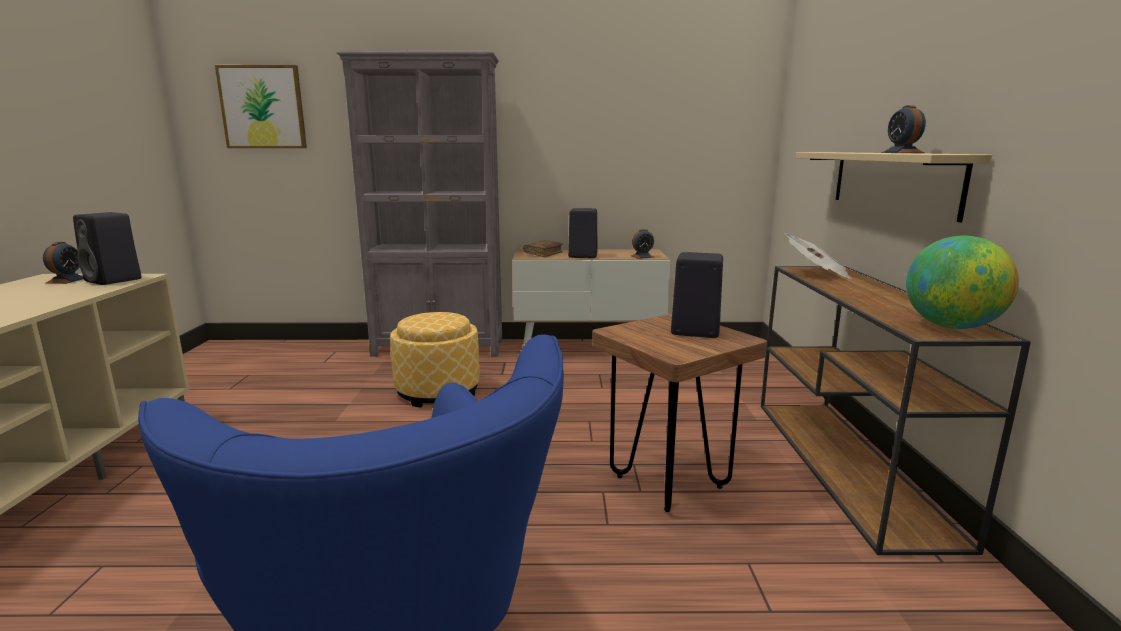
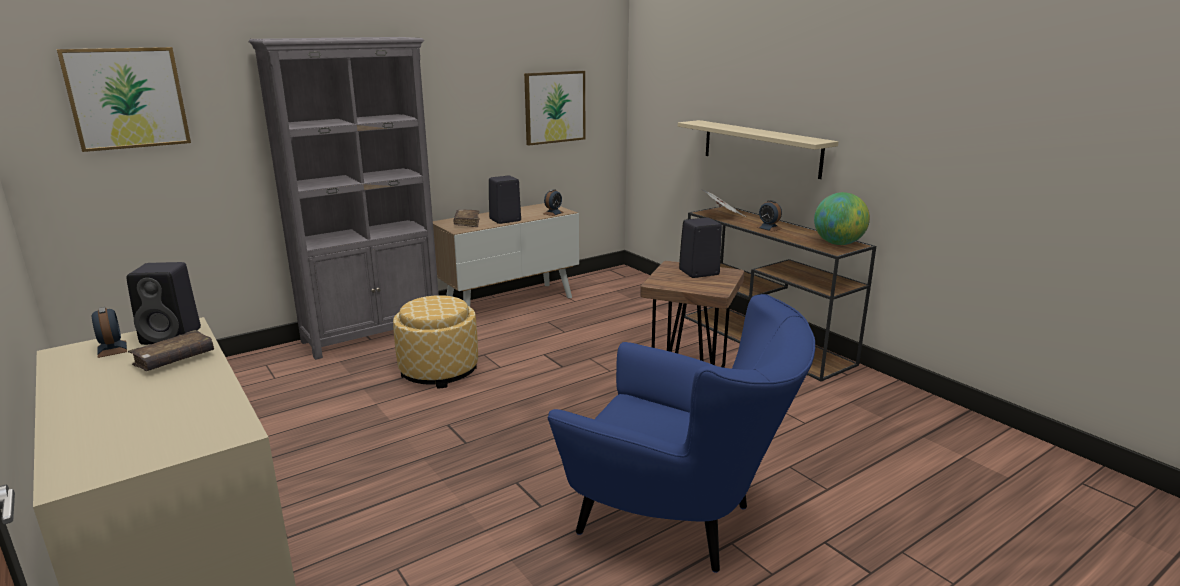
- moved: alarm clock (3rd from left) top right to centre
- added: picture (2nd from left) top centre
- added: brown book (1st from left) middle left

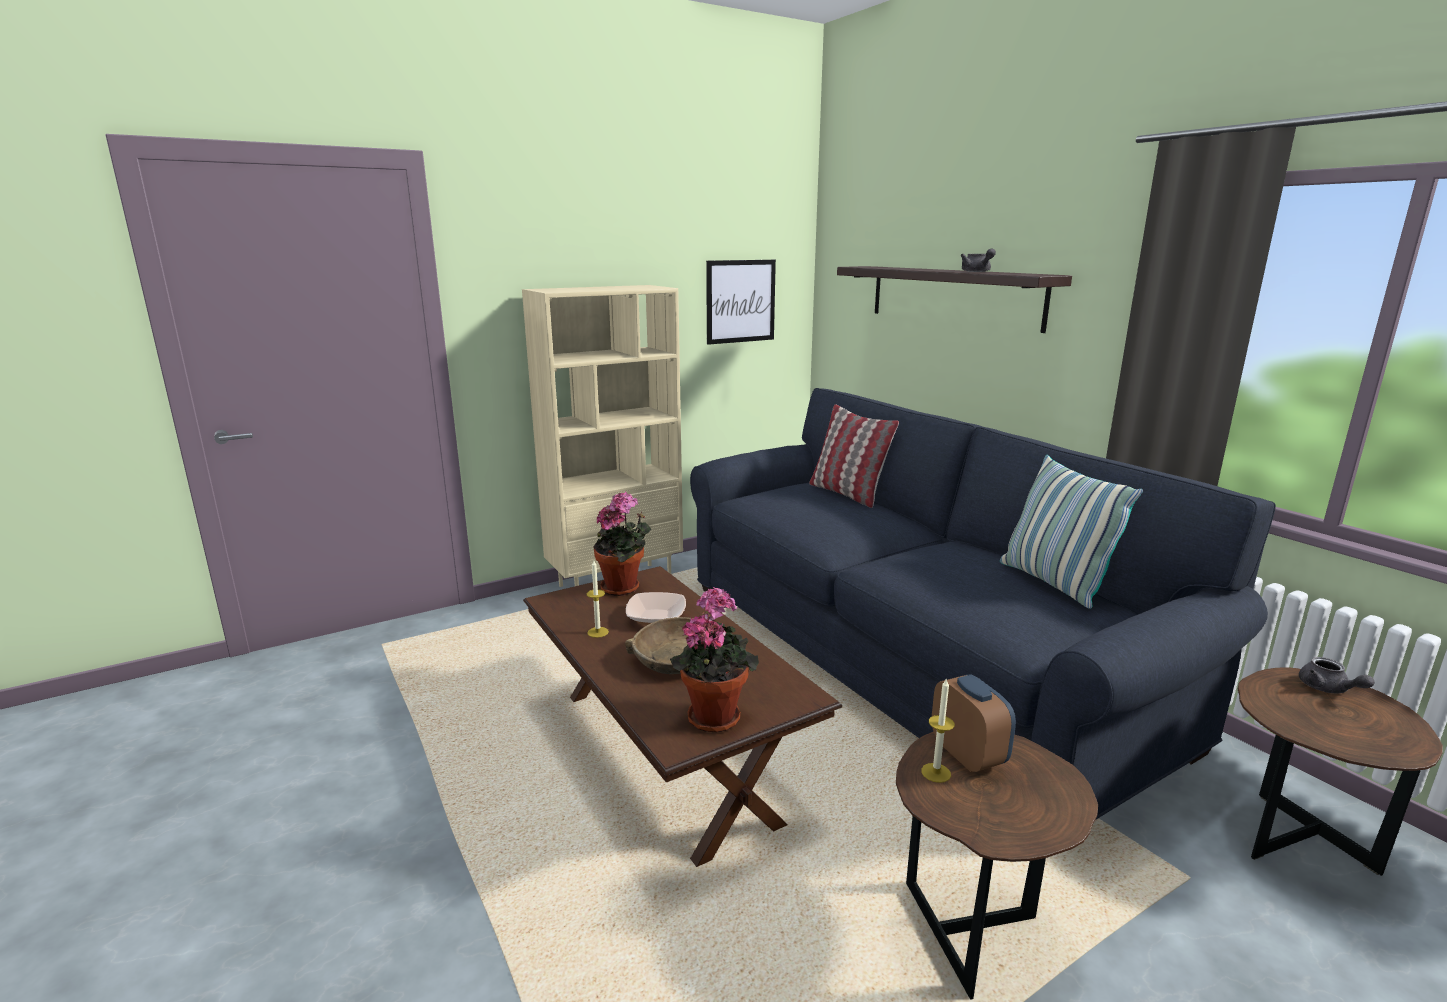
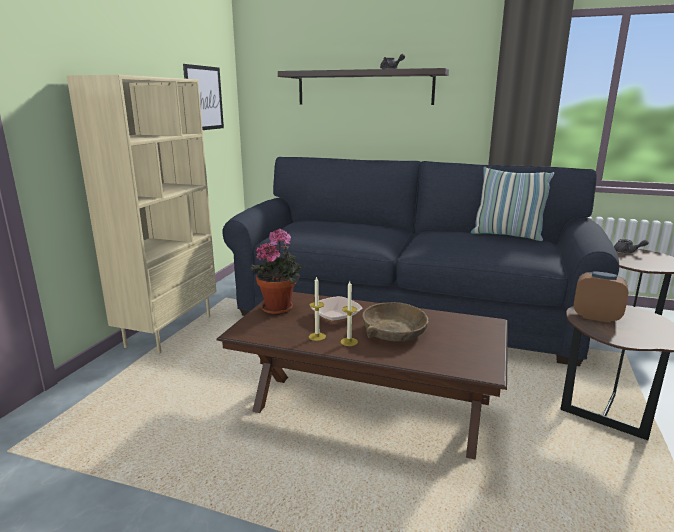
- removed: pillow (1st from left) centre
- removed: potted plant (2nd from left) centre
- moved: candle (2nd from left) bottom centre to centre

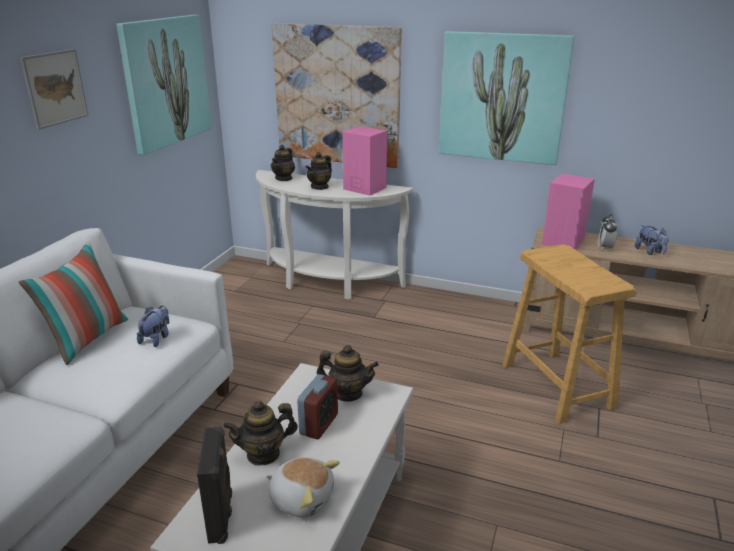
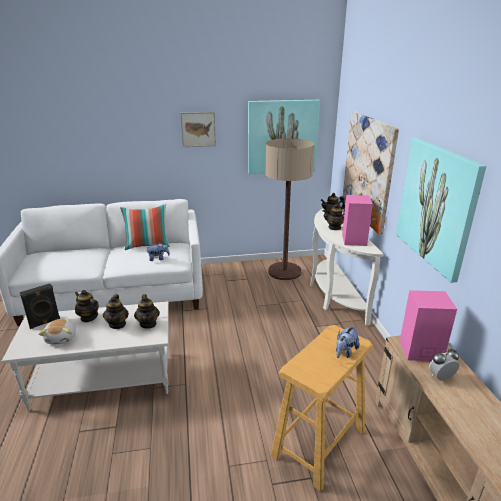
- moved: plush toy (3rd from left) middle right to bottom right
- replaced: alarm clock (1st from left) bottom centre to teapot (2nd from left) middle left
- added: floor lamp centre

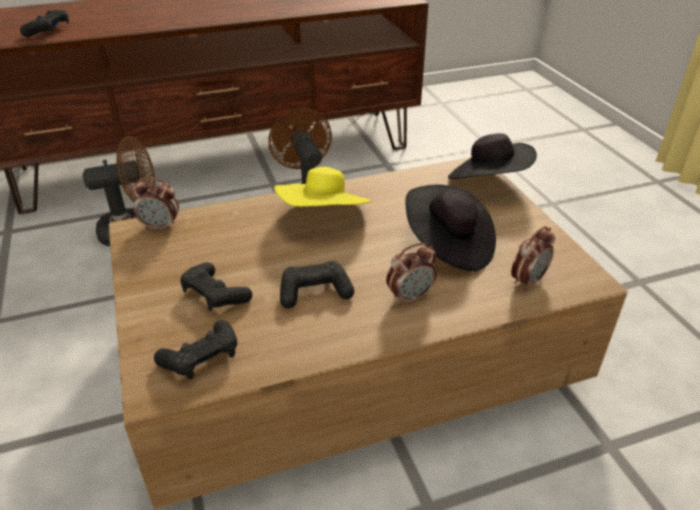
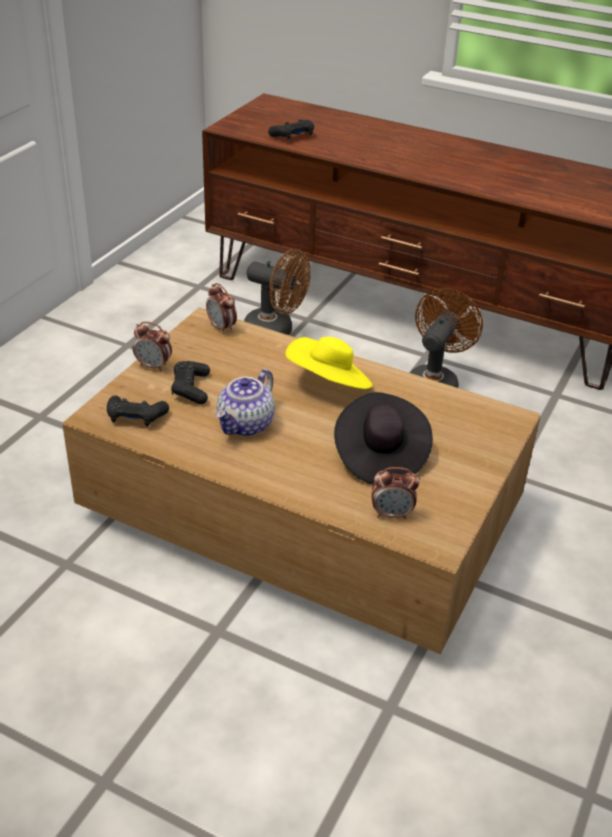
- removed: black hat (2nd from left) top right
- moved: alarm clock (2nd from left in the first image) centre to alarm clock (1st from left) middle left
- replaced: black game controller (4th from left) centre to teapot centre

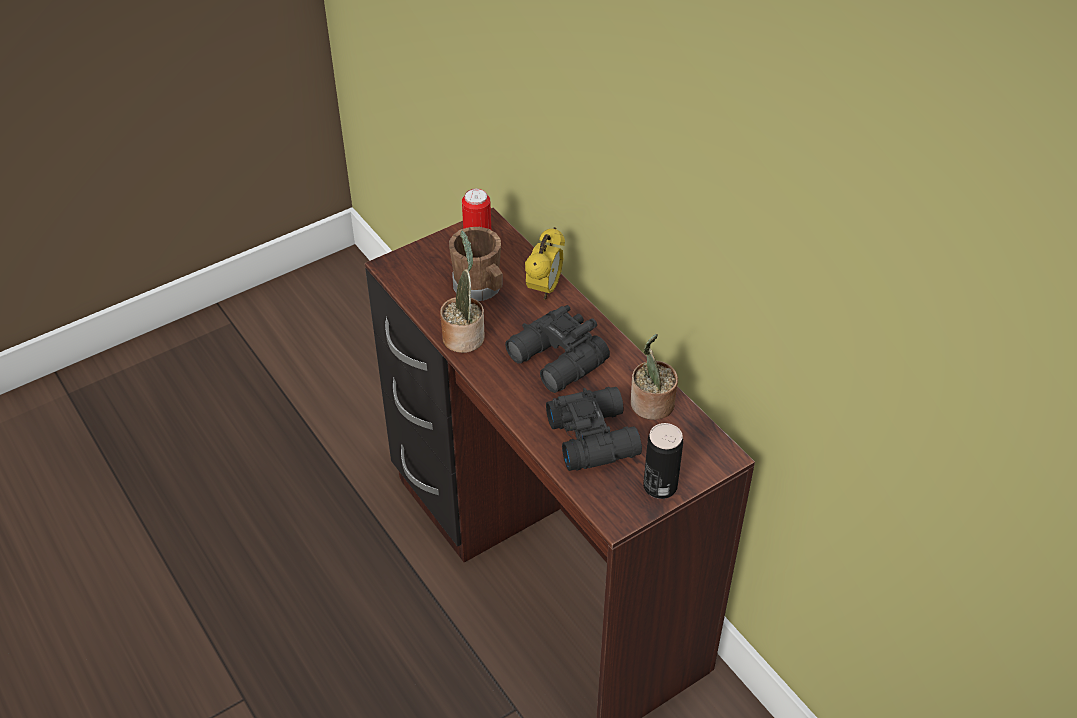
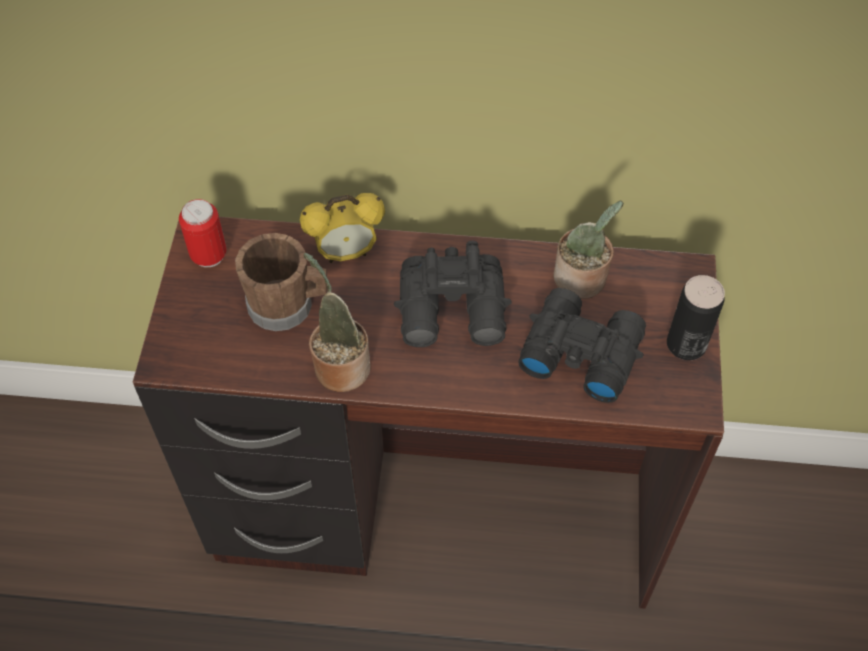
- turned: alarm clock centre = centre 105 degrees clockwise

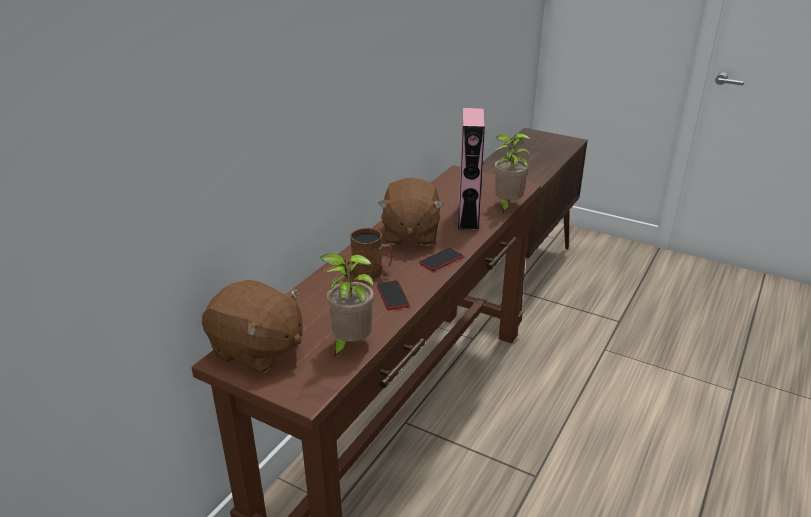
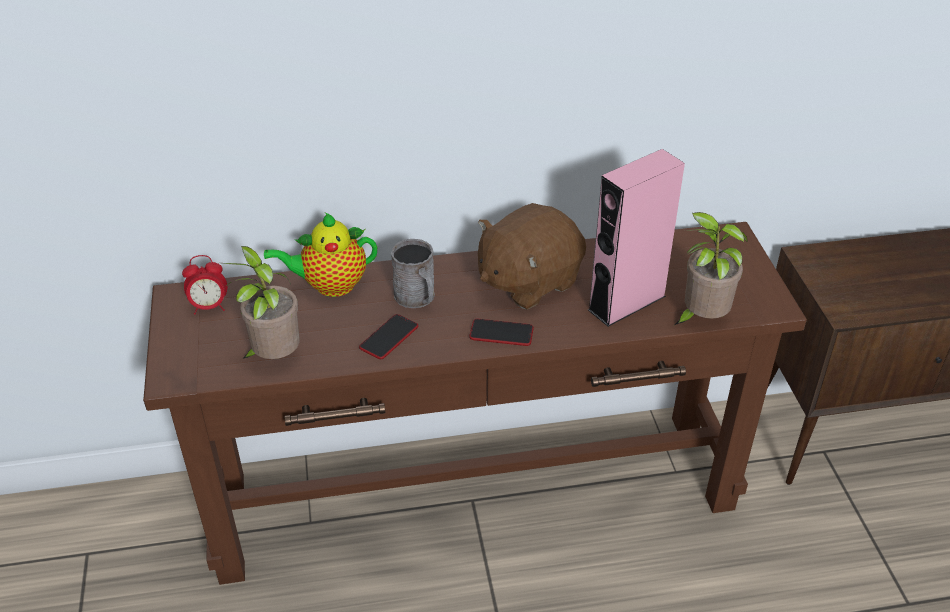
- recoloured: brown mug centre to grey mug centre
- replaced: brown plush toy (1st from left) middle left to alarm clock middle left
- added: teapot centre

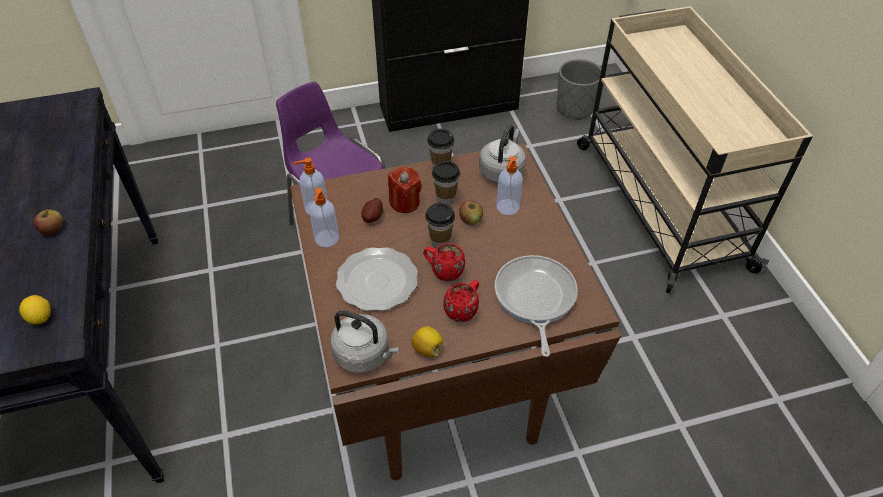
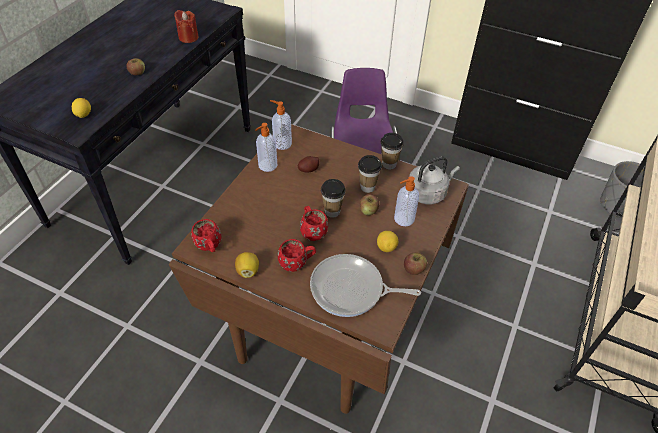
- moved: red candle centre to top left
- removed: plate centre
- turned: frying pan centre = centre 120 degrees counterclockwise
- replaced: grey kettle (1st from left) bottom centre to red mug (1st from left) middle left
- added: lemon (3rd from left) centre
- added: apple (3rd from left) centre

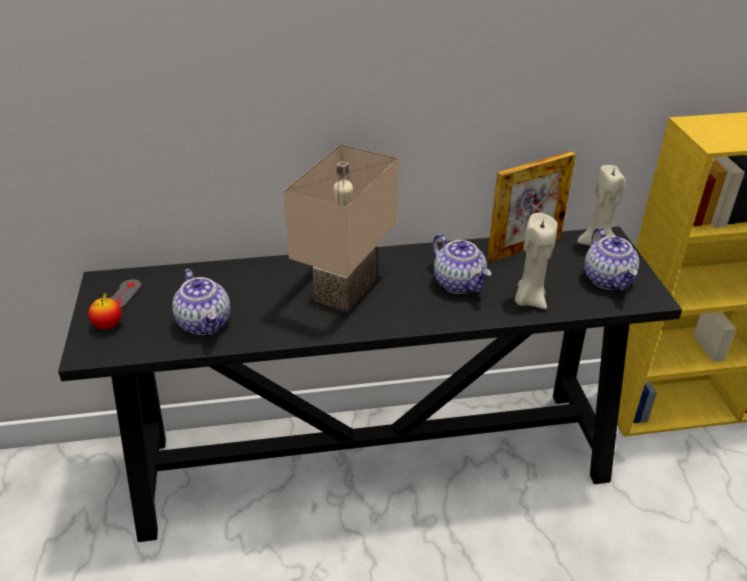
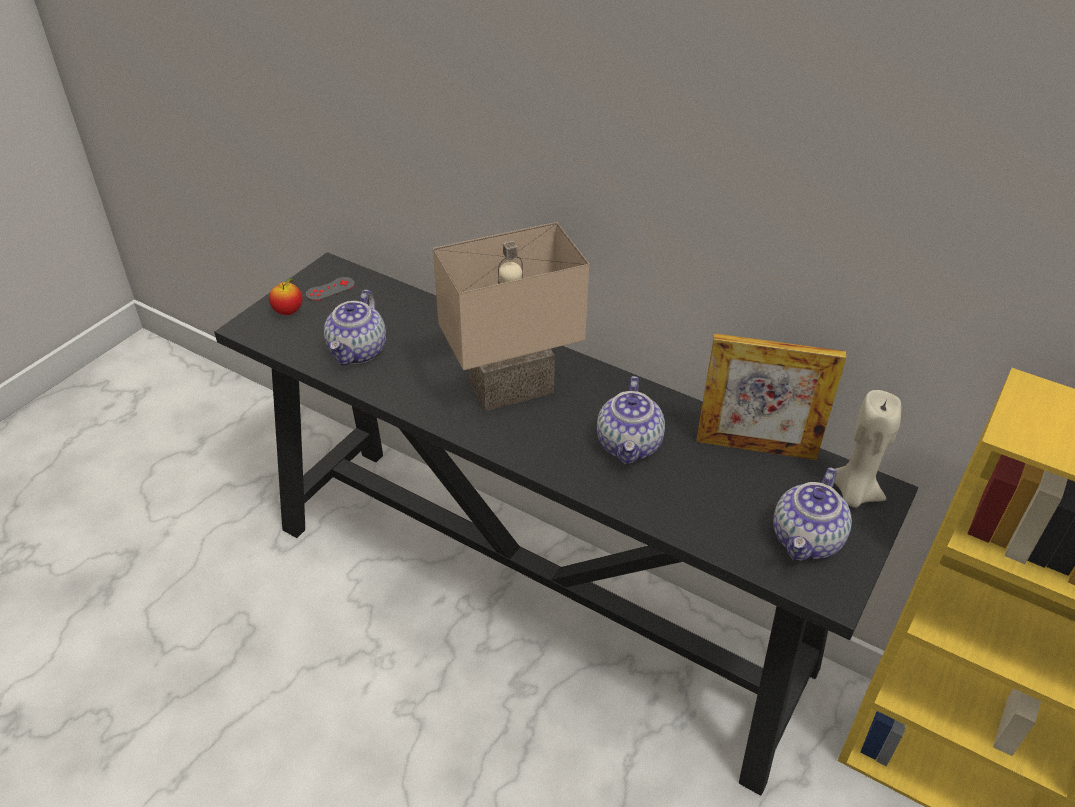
- removed: beige candle (1st from left) middle right

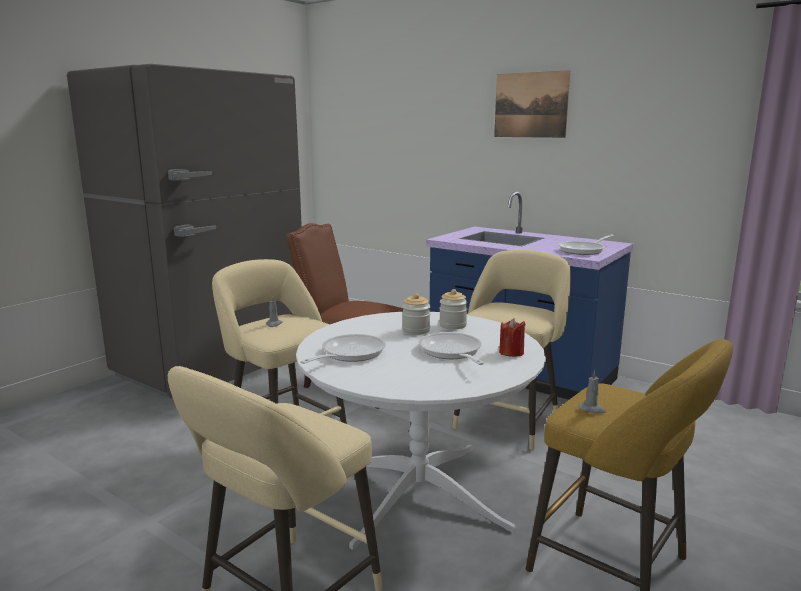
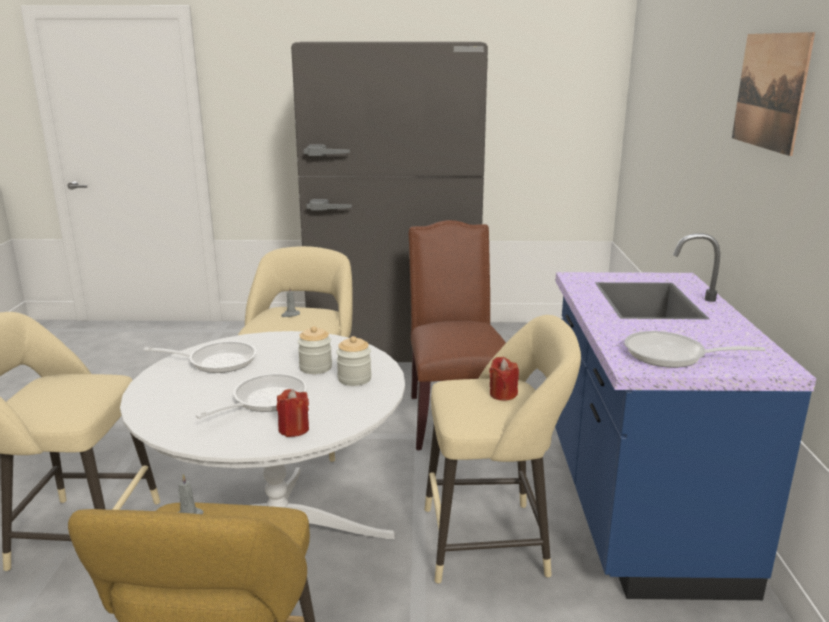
- added: red candle (2nd from left) centre

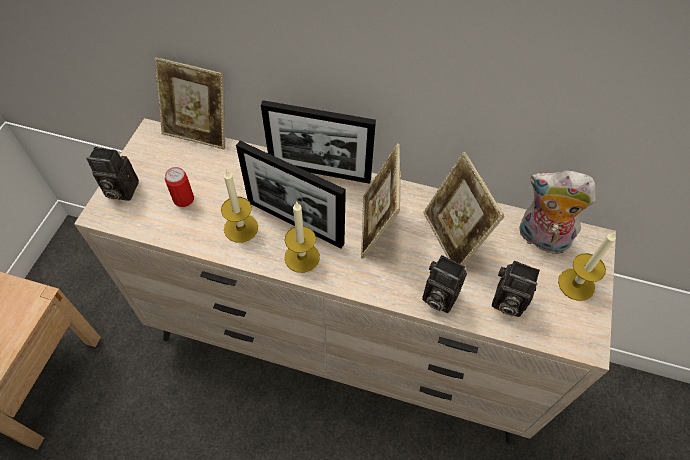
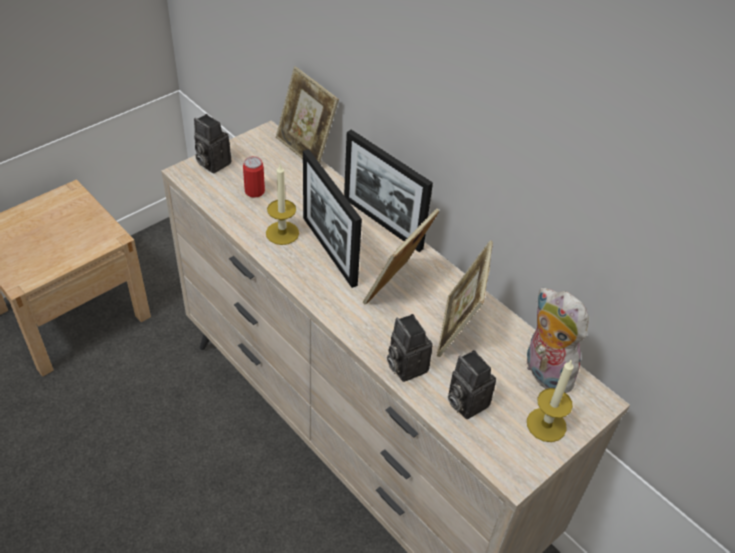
- removed: candle (2nd from left) centre

